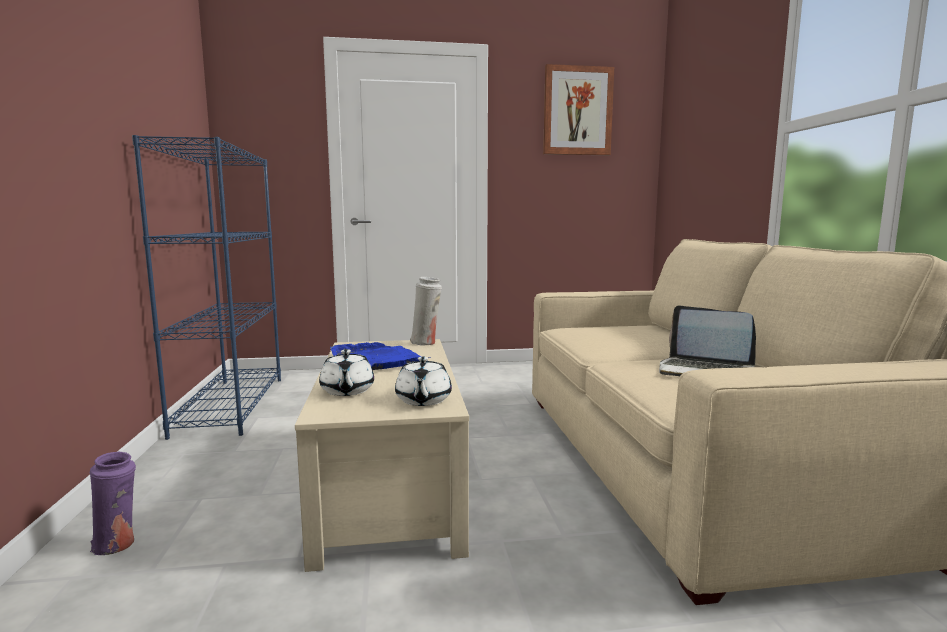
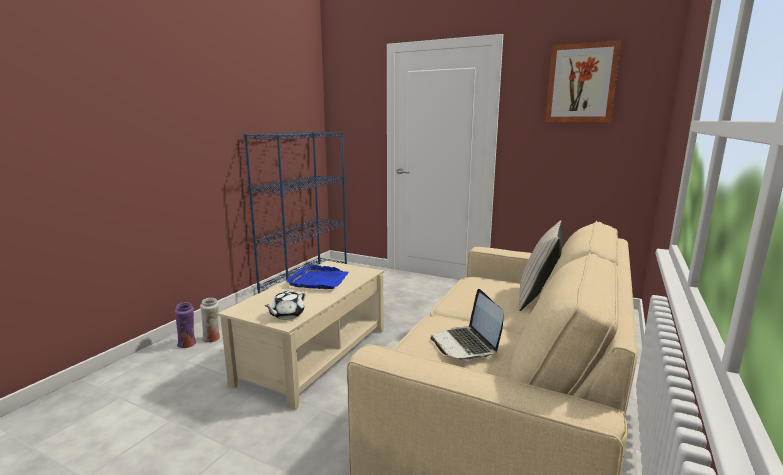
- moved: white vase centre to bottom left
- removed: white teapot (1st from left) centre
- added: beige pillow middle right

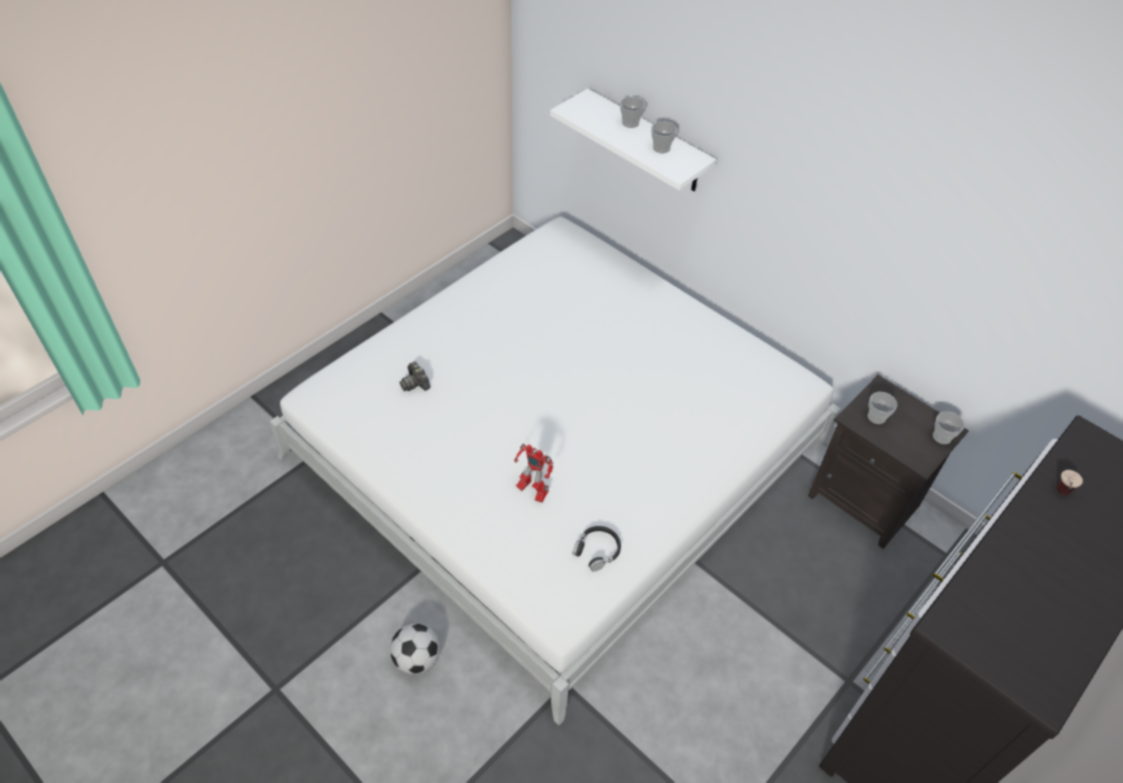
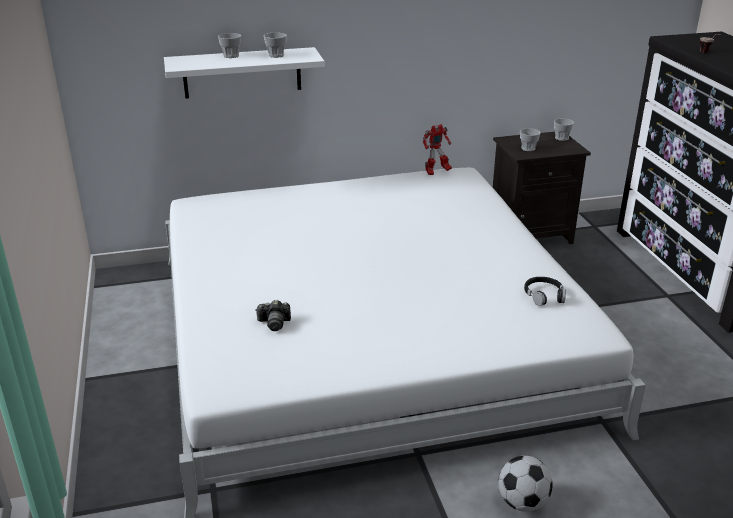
- moved: toy robot centre to top centre

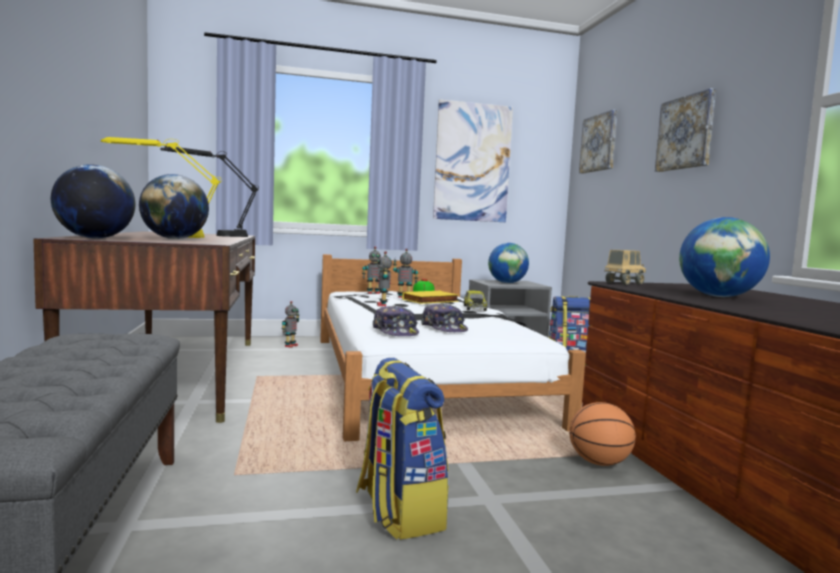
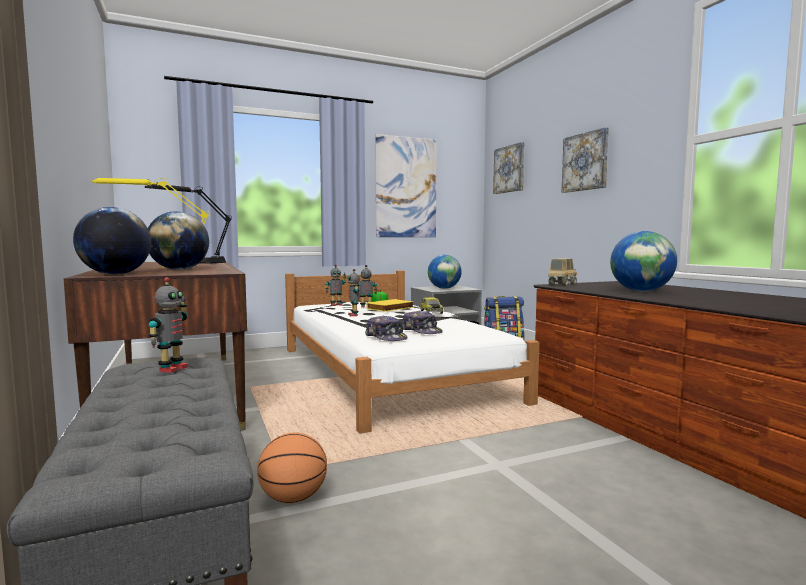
- moved: toy robot (1st from left) centre to middle left
- removed: backpack (1st from left) bottom centre
- moved: basketball bottom right to bottom centre

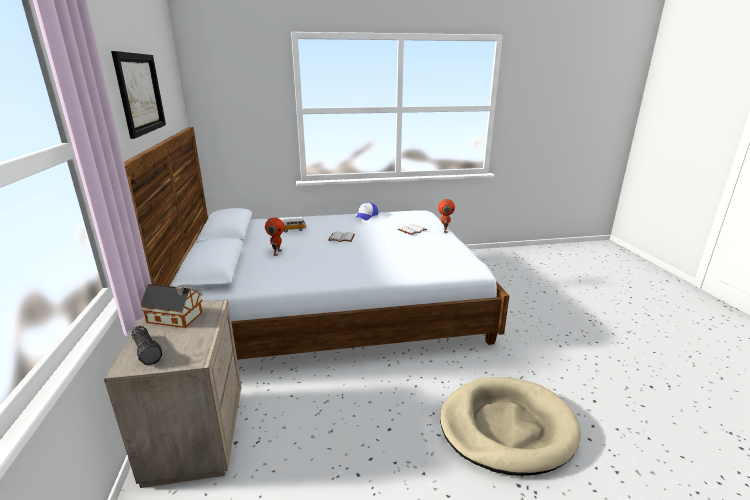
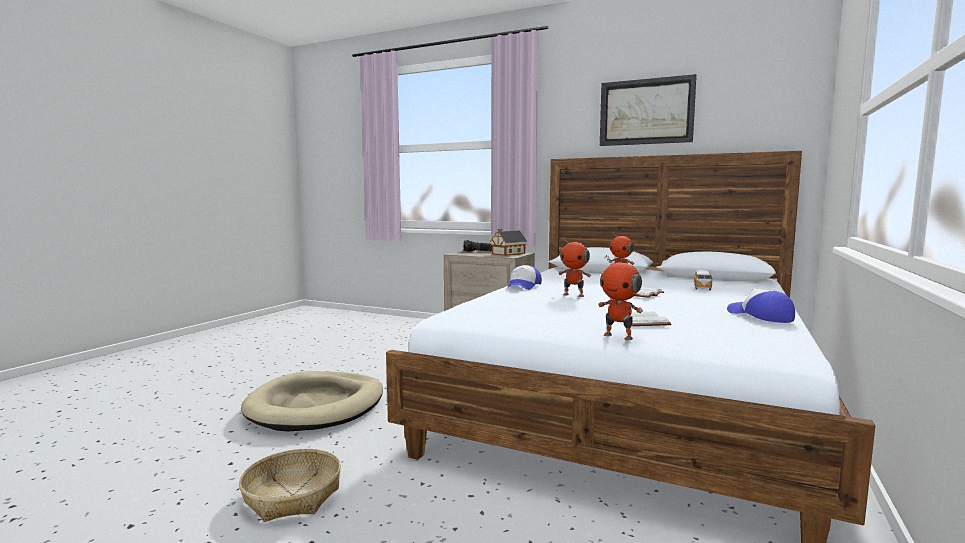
- added: toy robot (1st from left) centre
- added: cap (1st from left) centre
- added: basket bottom left

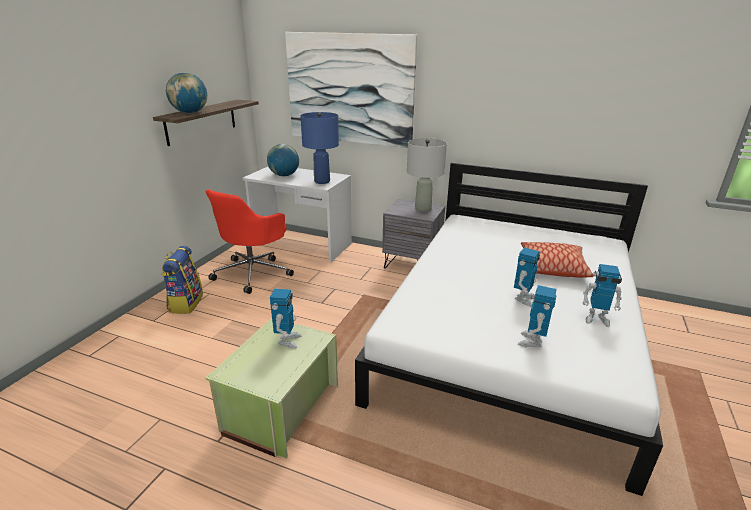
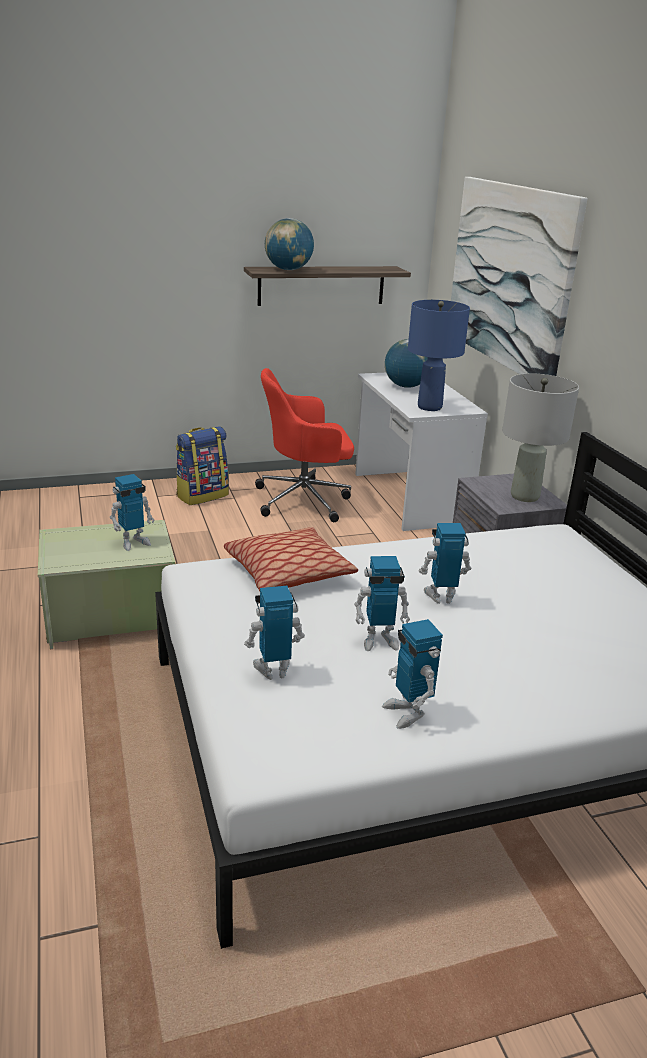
- moved: pillow middle right to centre
- added: toy robot (5th from left) middle right

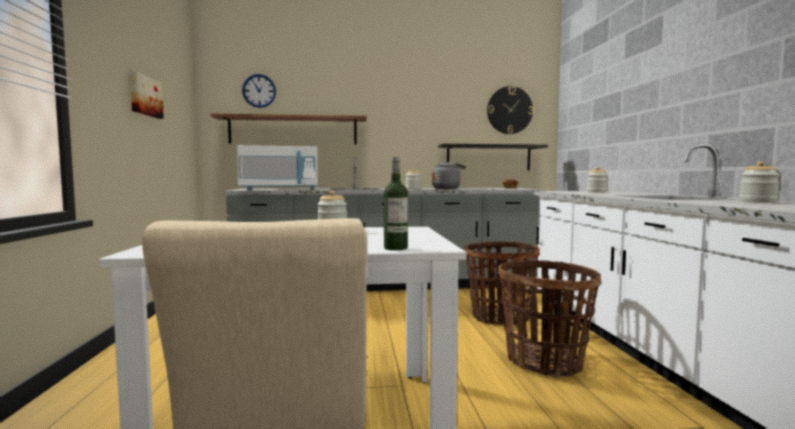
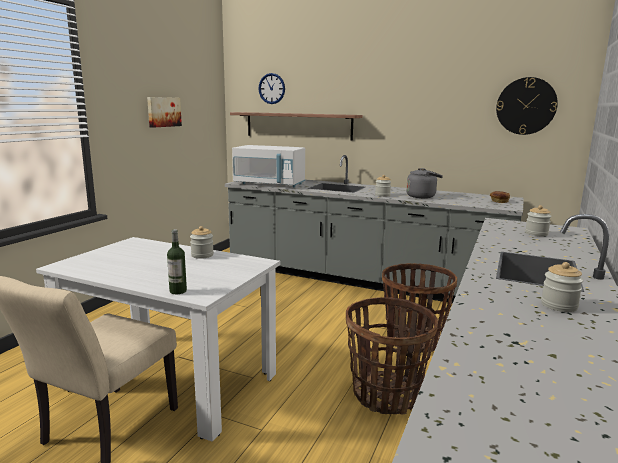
- removed: shelf (2nd from left) centre

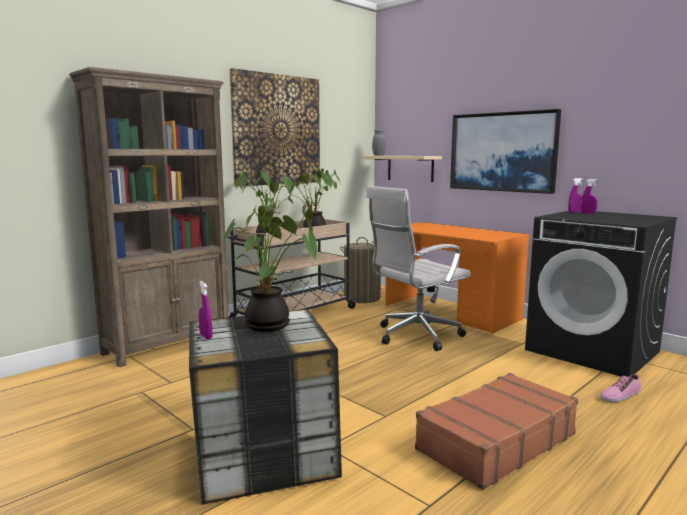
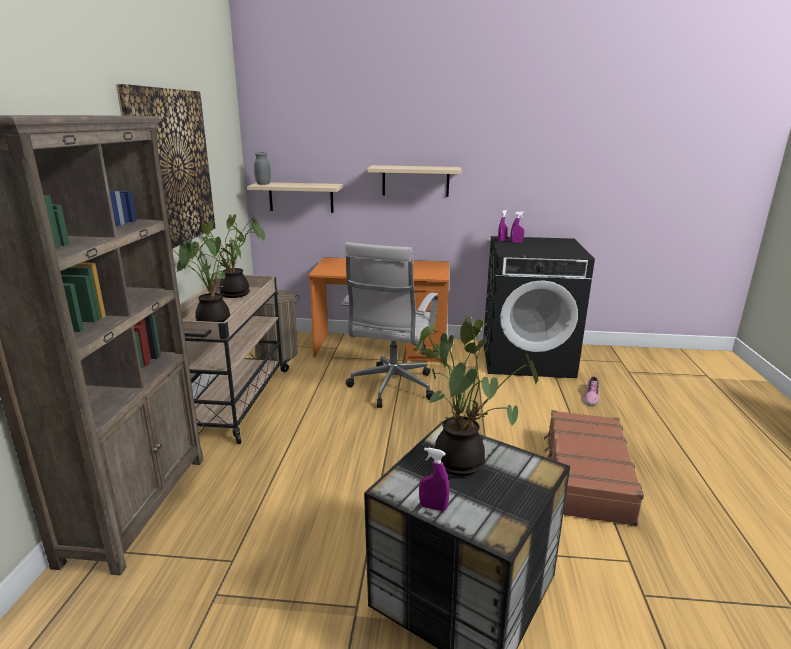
- replaced: picture (2nd from left) top right to beige shelf (2nd from left) top centre

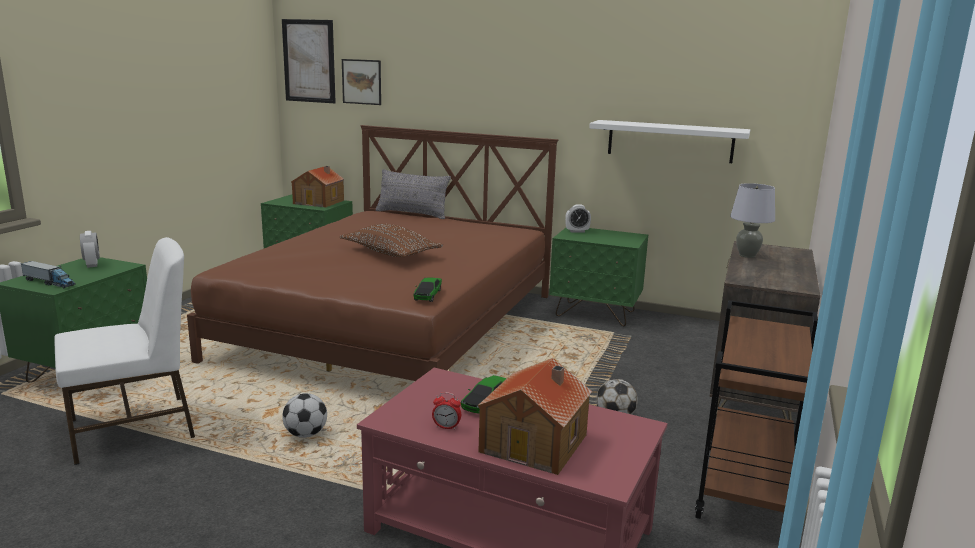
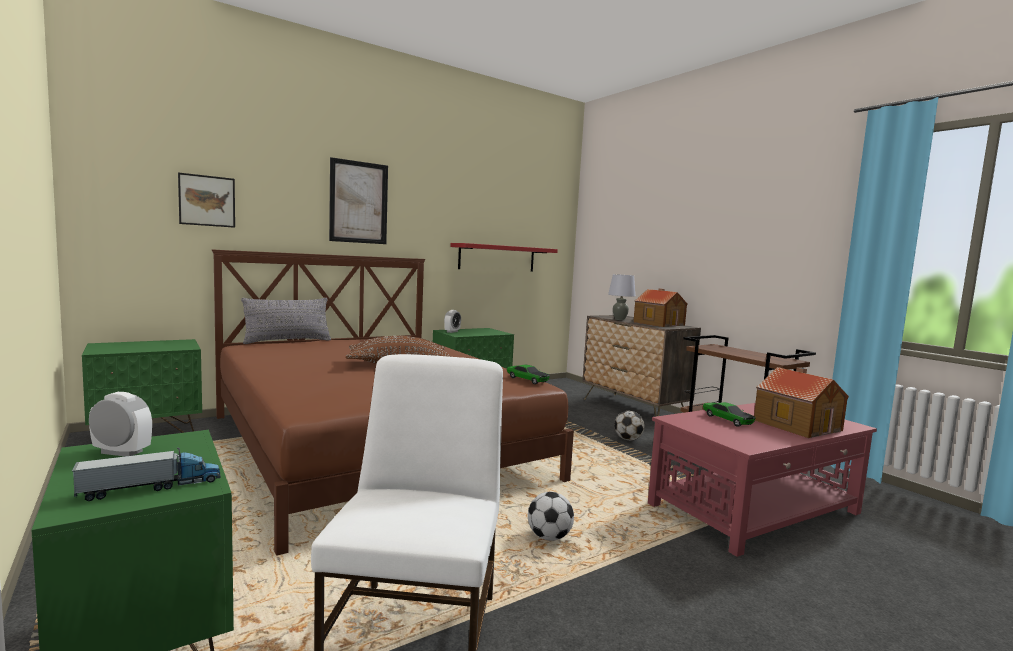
- moved: picture (1st from left in the first image) top left to picture (2nd from left) top centre
- recoloured: white shelf top right to red shelf centre
- moved: toy house (1st from left) middle left to centre
- removed: alarm clock (2nd from left) bottom centre

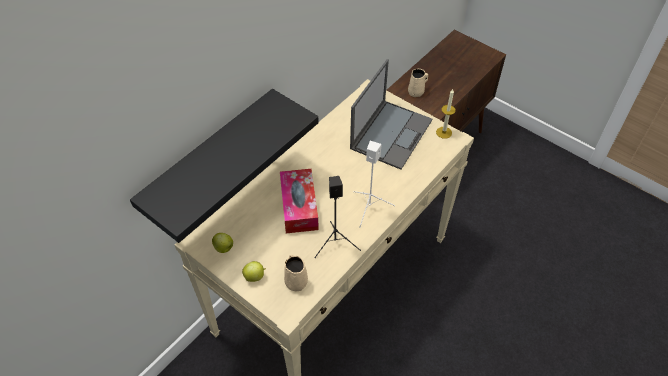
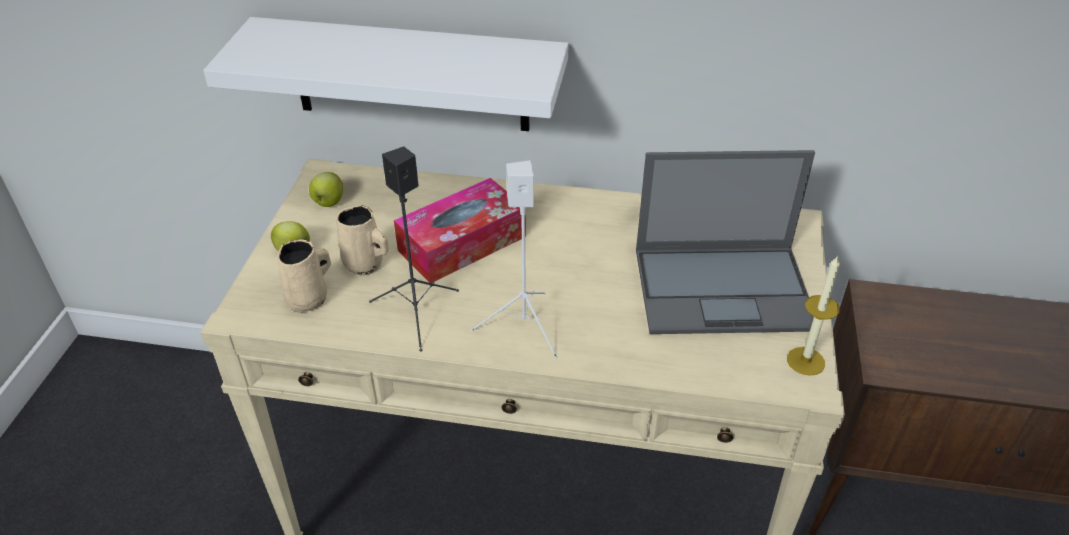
- moved: beige mug (2nd from left) top centre to centre
- recoloured: black shelf centre to white shelf top centre

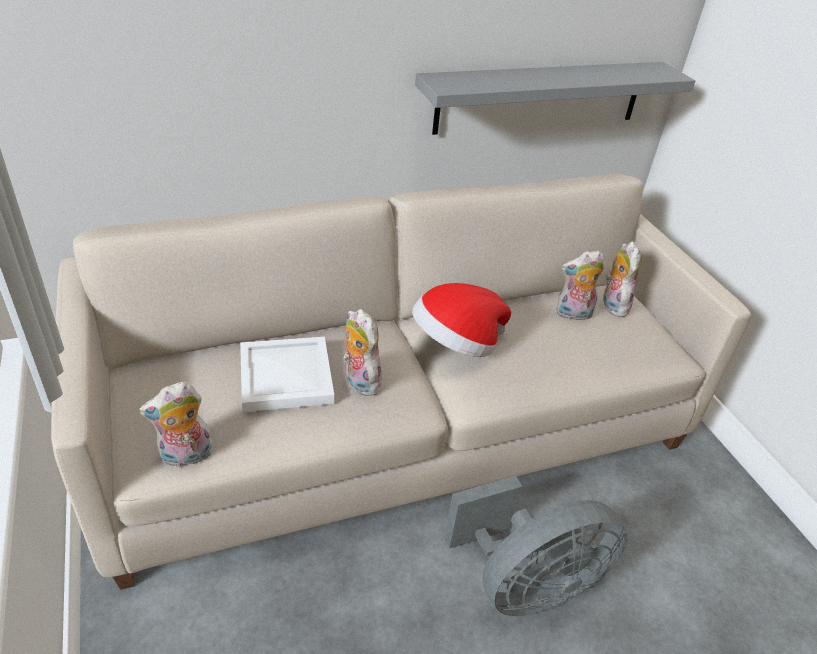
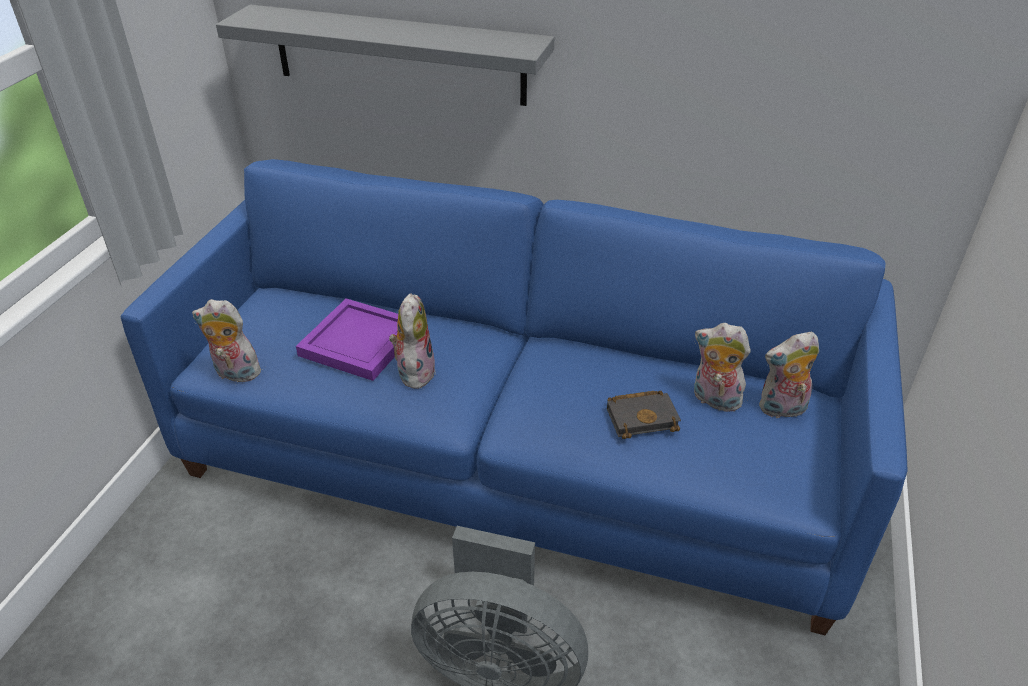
- moved: grey shelf top right to top centre
- recoloured: beige sofa centre to blue sofa centre
- turned: plush toy (4th from left) middle right = middle right 135 degrees counterclockwise
- removed: hat centre
- recoloured: white tray centre to purple tray centre
- added: black book centre

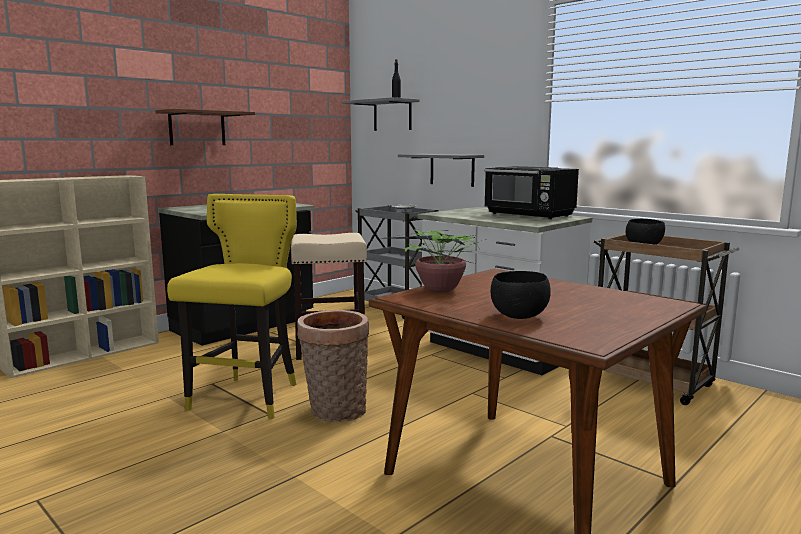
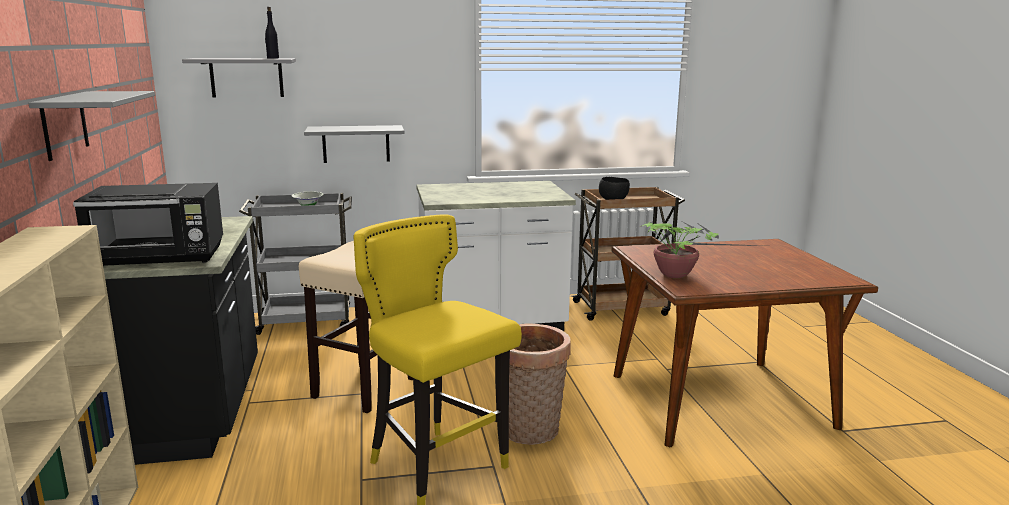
- recoloured: brown shelf top left to grey shelf (1st from left) top left
- moved: black microwave centre to middle left
- removed: black bowl (1st from left) centre

